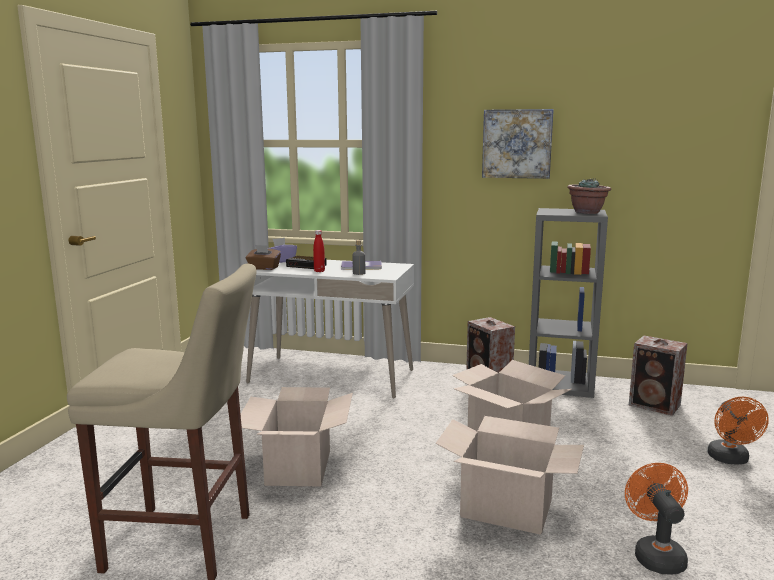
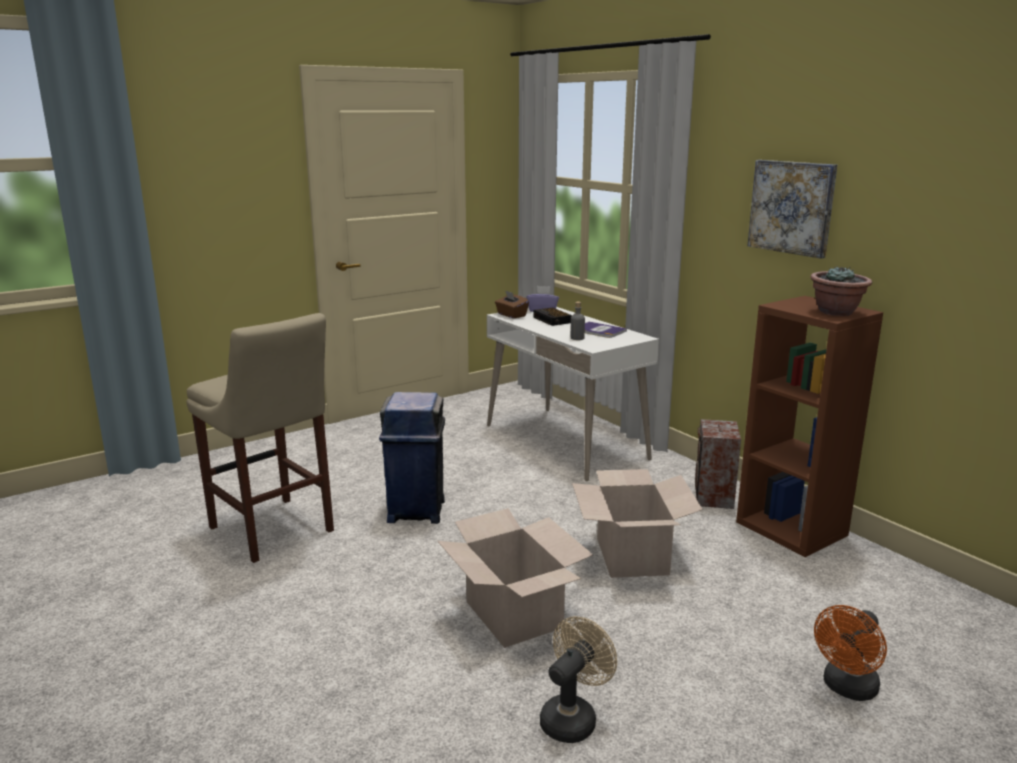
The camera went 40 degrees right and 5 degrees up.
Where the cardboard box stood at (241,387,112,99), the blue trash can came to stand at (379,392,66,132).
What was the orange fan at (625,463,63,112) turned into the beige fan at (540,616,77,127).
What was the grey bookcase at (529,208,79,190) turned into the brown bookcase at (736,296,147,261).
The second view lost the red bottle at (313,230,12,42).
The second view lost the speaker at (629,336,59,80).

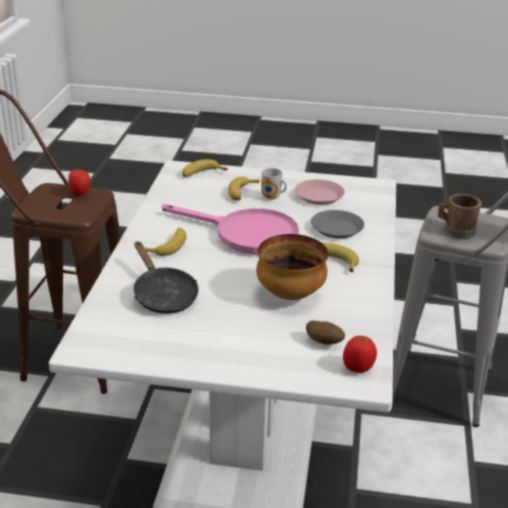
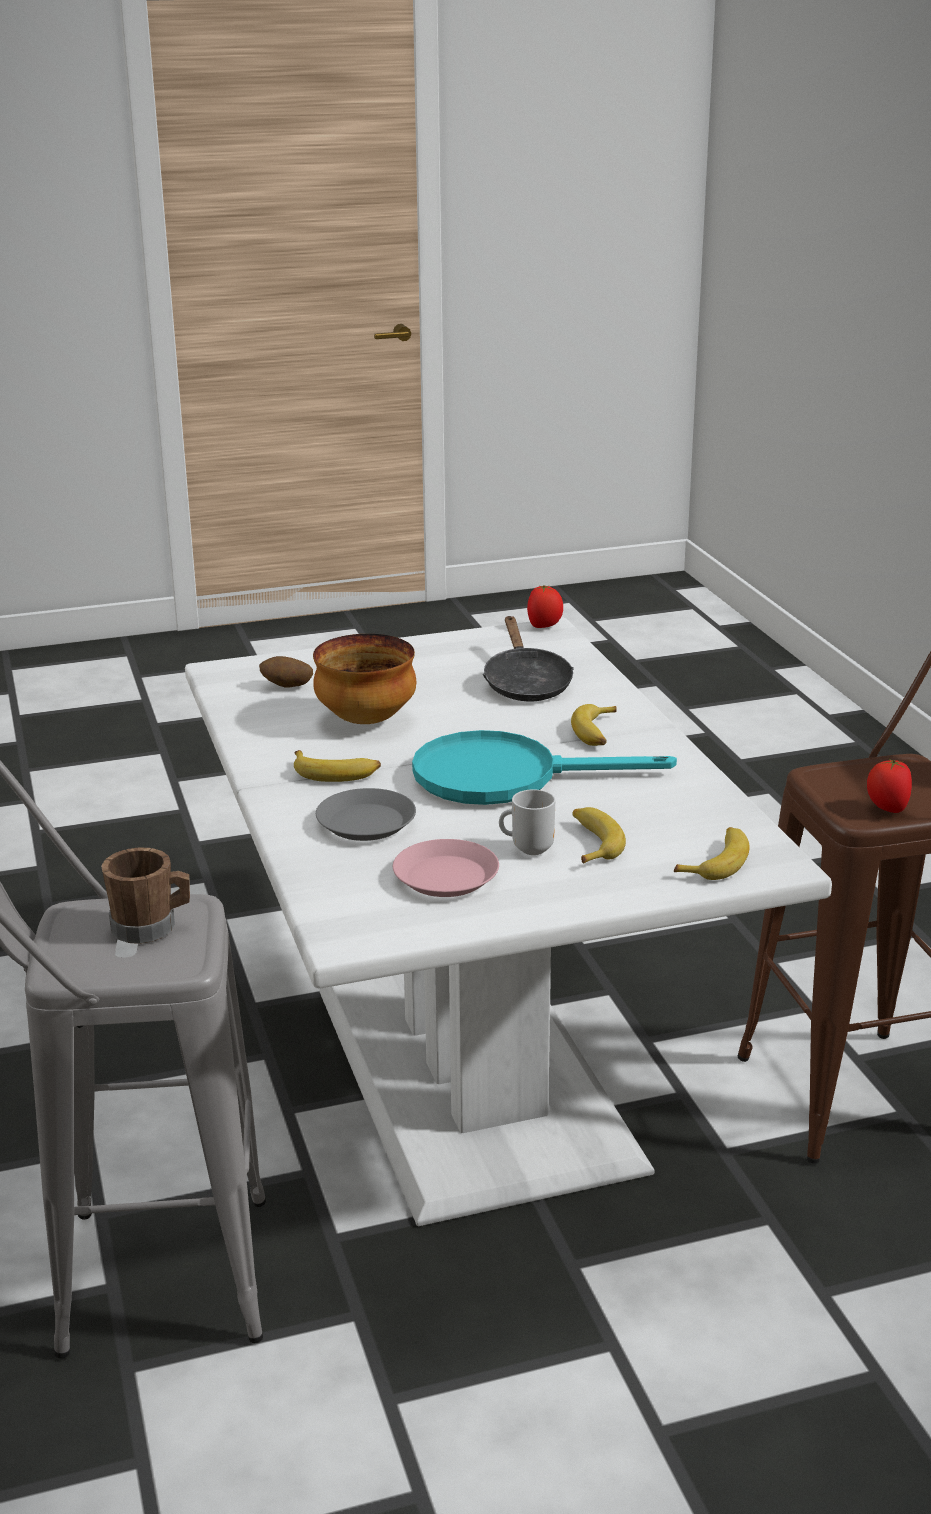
The camera went 155 degrees right and 5 degrees down.
What was the pink frying pan at (162,204,137,50) turned into the turquoise frying pan at (412,730,265,75).
The black frying pan at (133,241,66,73) ended up facing another way, 135 degrees counterclockwise from before.
The tomato ended up elsewhere, having gone from (343,336,34,37) to (527,585,36,43).

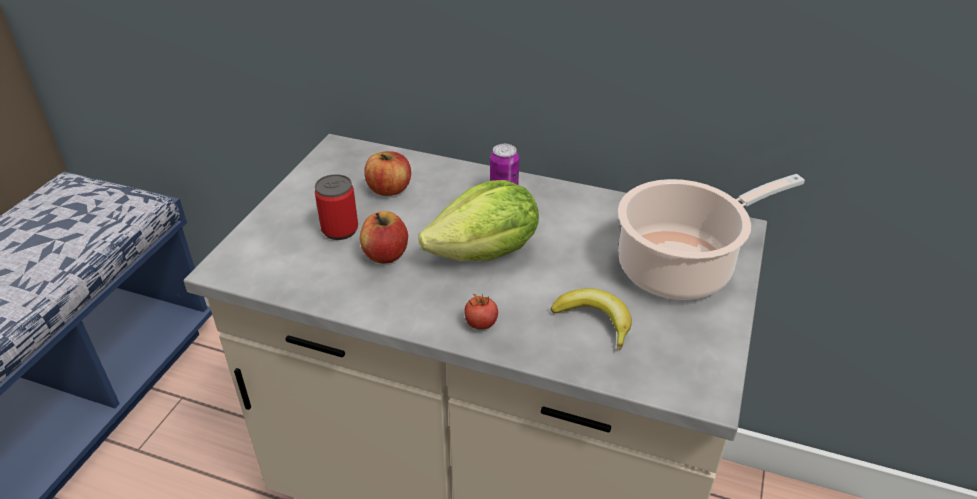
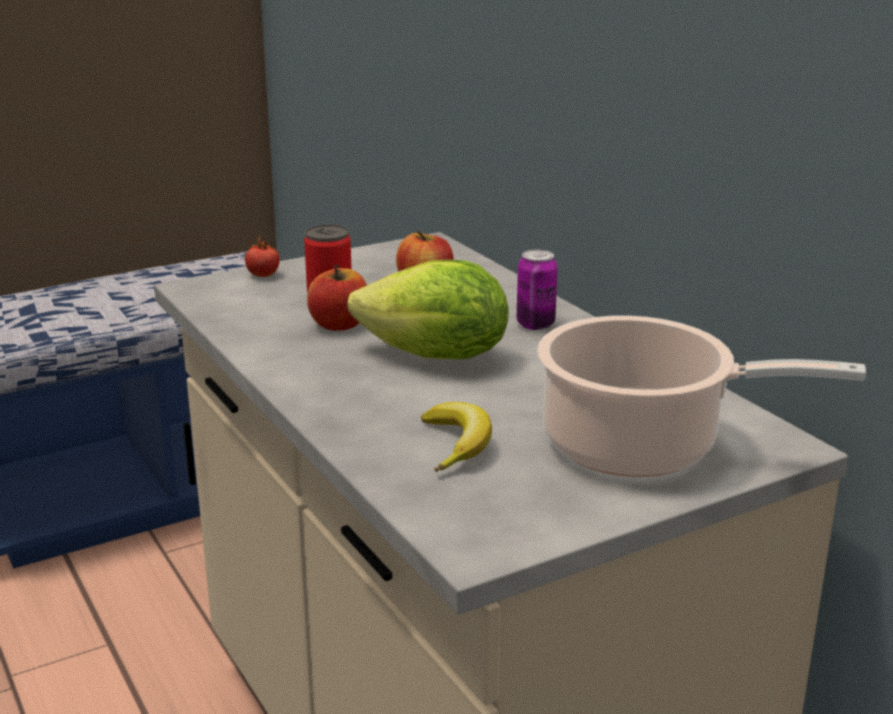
The camera went 40 degrees right and 15 degrees down.
The tomato ended up elsewhere, having gone from (464,294,34,36) to (245,235,35,42).

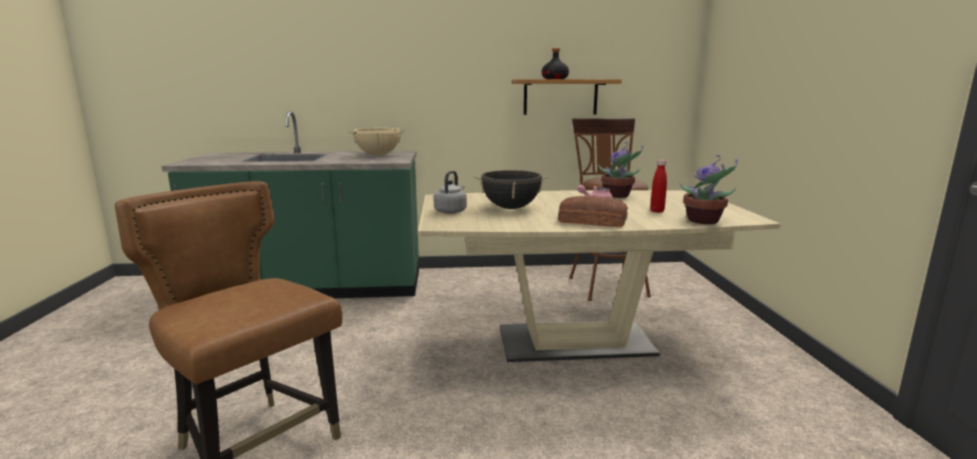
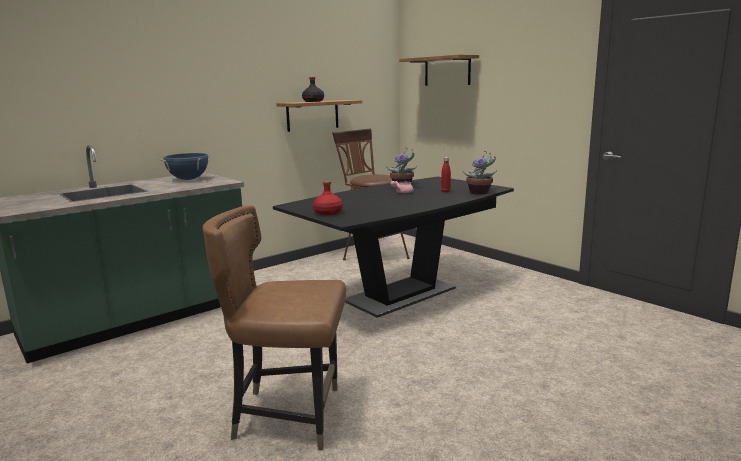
The camera went 35 degrees left and 0 degrees up.
What was the beige cooking pot at (348,128,58,28) turned into the blue cooking pot at (161,153,49,27).
What was the beige dining table at (418,190,362,172) turned into the black dining table at (273,177,241,141).
Where the grey kettle stood at (433,171,34,43), the red bottle came to stand at (313,181,30,34).
The second view gained the shelf at (399,54,80,32).
The second view lost the black cooking pot at (474,170,75,39).
The second view lost the bread at (558,196,70,31).

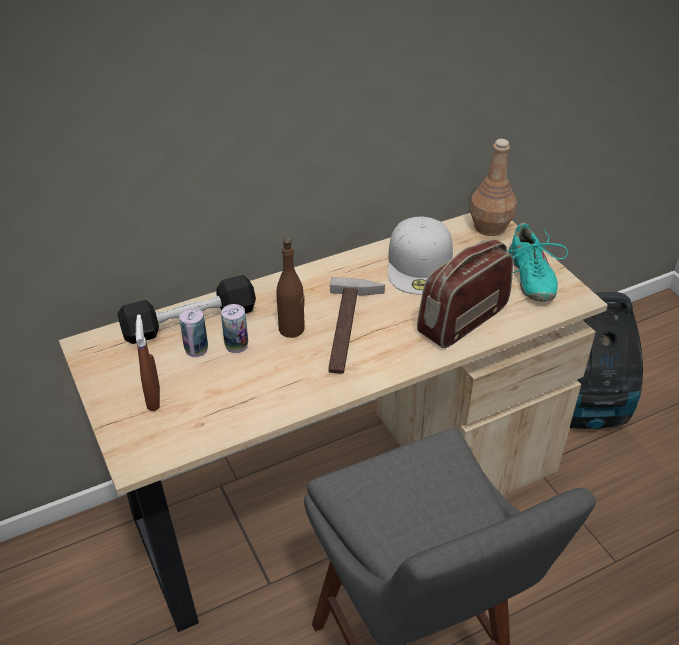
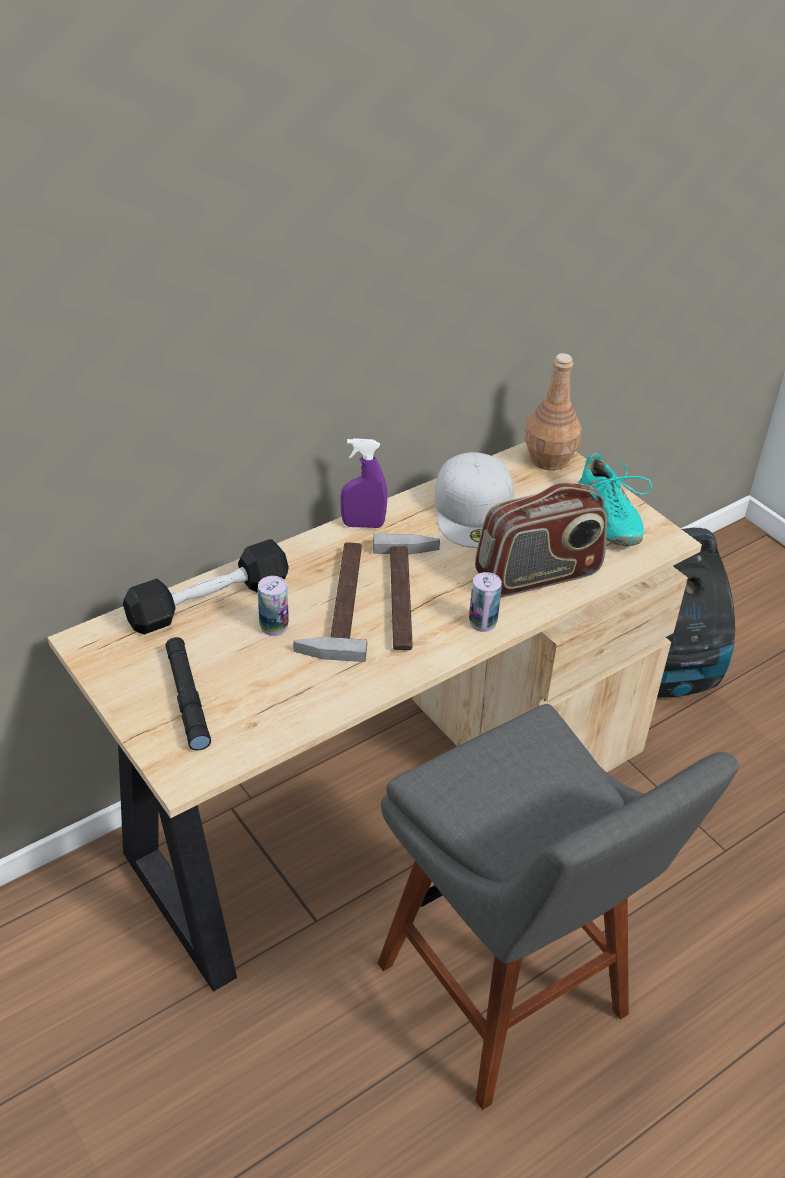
The camera went 10 degrees left and 0 degrees up.
Where the brown spray bottle stood at (136,314,24,97), the black flashlight came to stand at (165,637,46,114).
Where the brown bottle stood at (276,238,29,100), the hammer came to stand at (293,542,74,120).
The second view gained the purple spray bottle at (340,438,47,90).
The can ended up elsewhere, having gone from (179,308,29,49) to (469,572,33,60).
The radio at (417,239,96,109) ended up facing another way, 150 degrees counterclockwise from before.

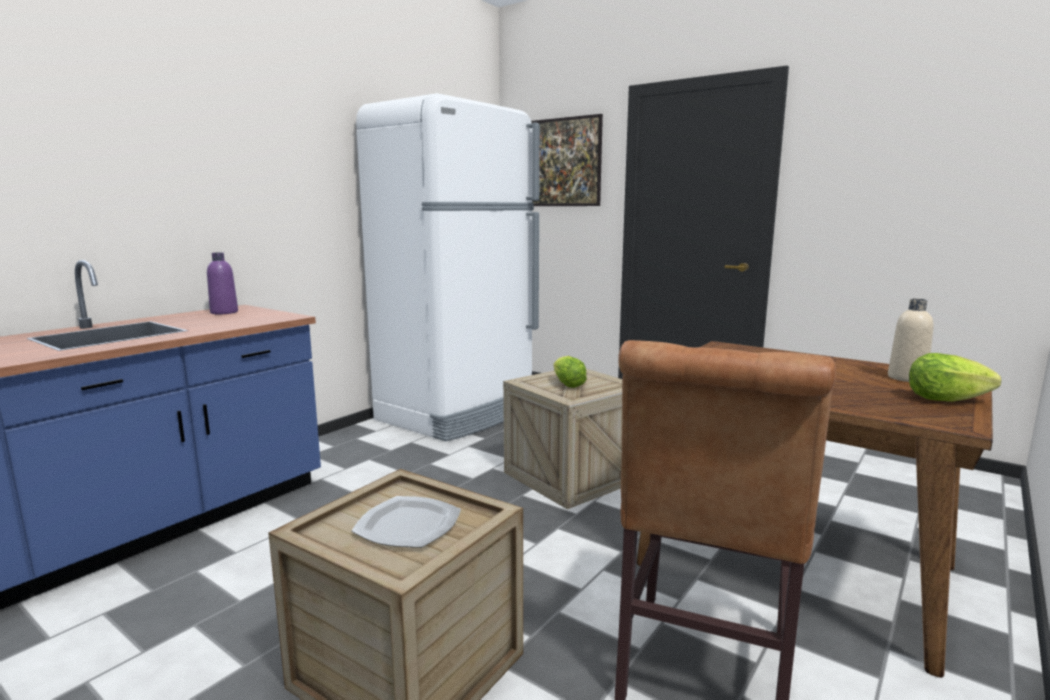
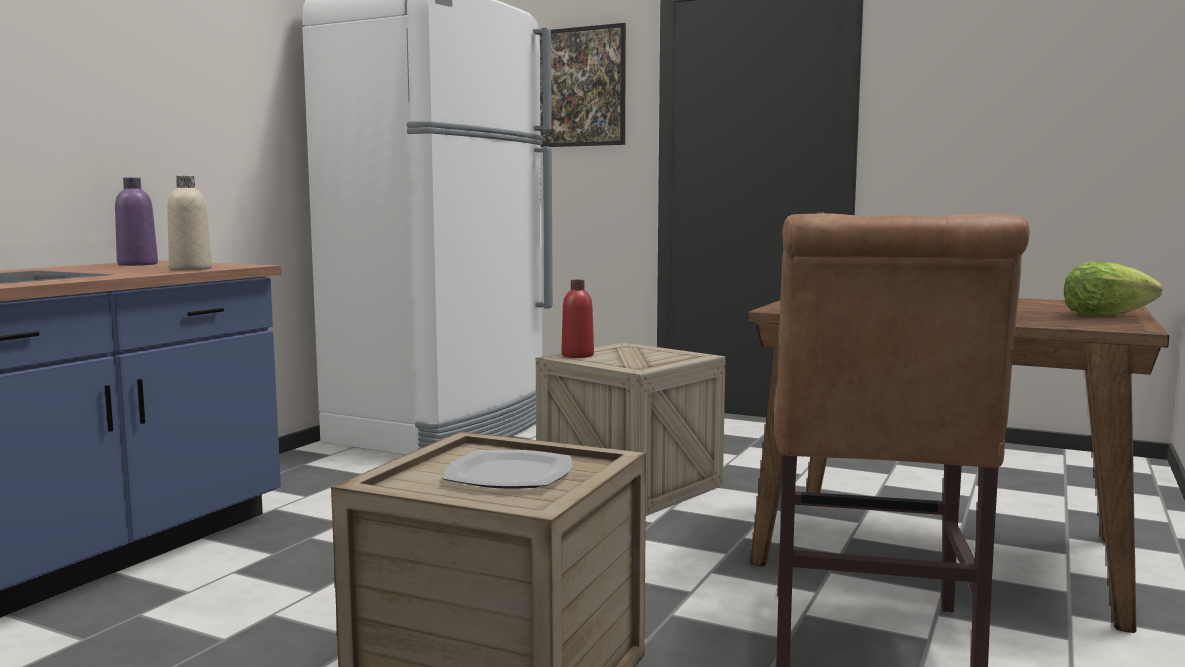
The camera went 10 degrees left and 5 degrees down.
The beige bottle ended up elsewhere, having gone from (888,299,46,83) to (167,176,45,94).
The second view gained the red bottle at (561,280,33,78).
The second view lost the lettuce at (554,356,33,32).

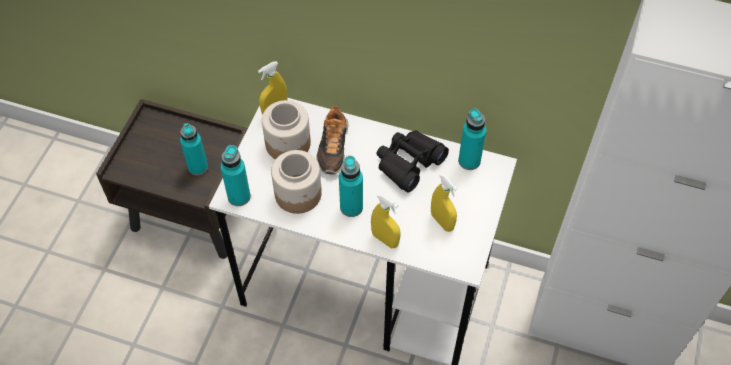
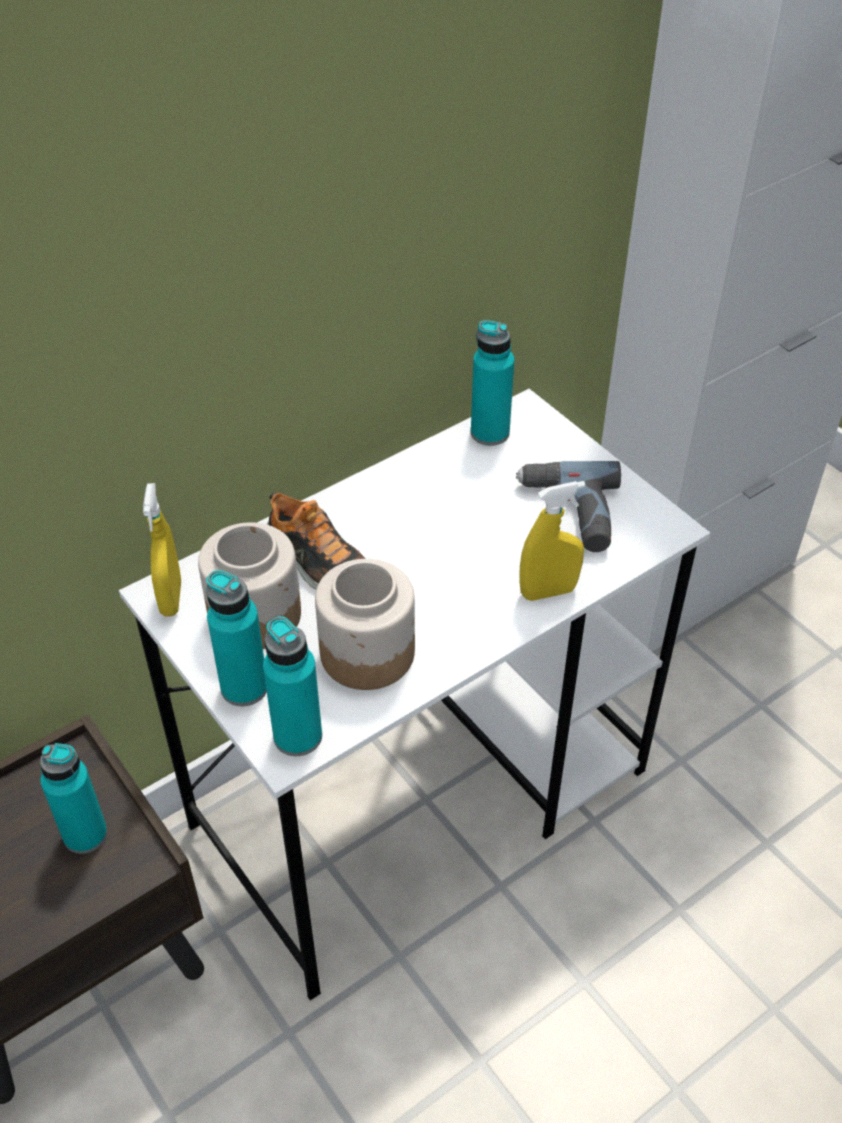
The camera went 55 degrees left and 10 degrees down.
The turquoise bottle ended up elsewhere, having gone from (339,156,24,61) to (206,570,61,136).
Where the yellow spray bottle stood at (431,173,27,59), the power drill came to stand at (516,461,105,91).
The second view lost the black binoculars at (377,130,72,62).

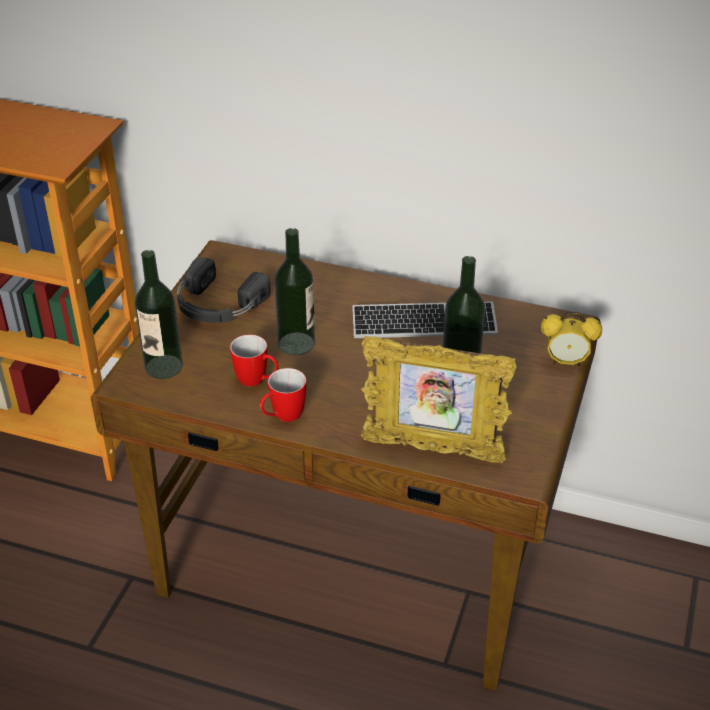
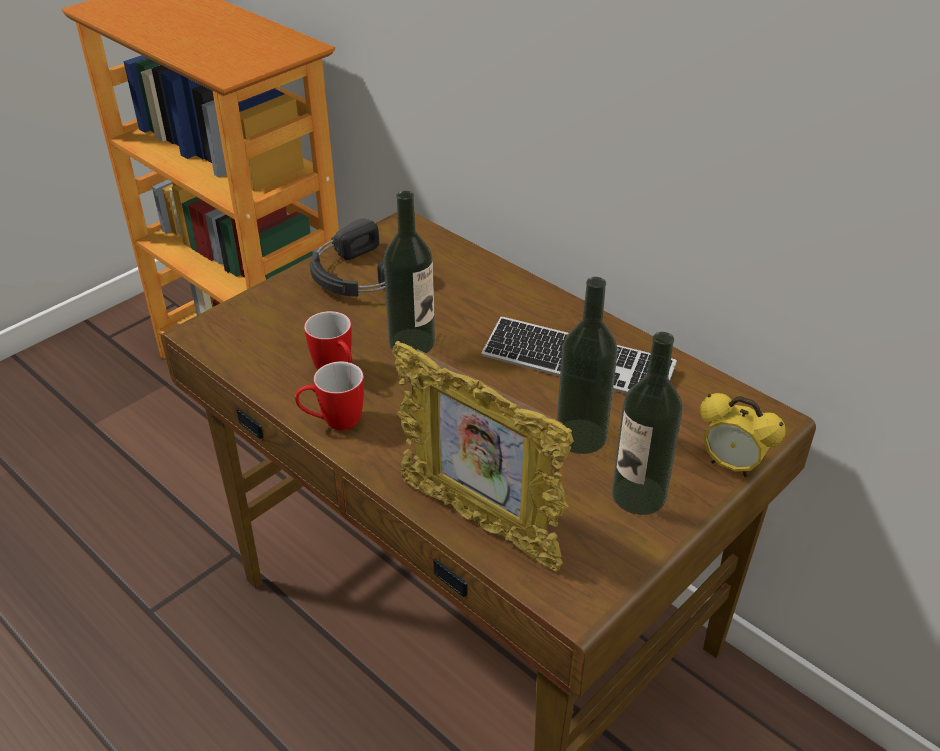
The camera went 25 degrees right and 0 degrees up.
The bottle ended up elsewhere, having gone from (135,250,48,129) to (612,332,71,183).

